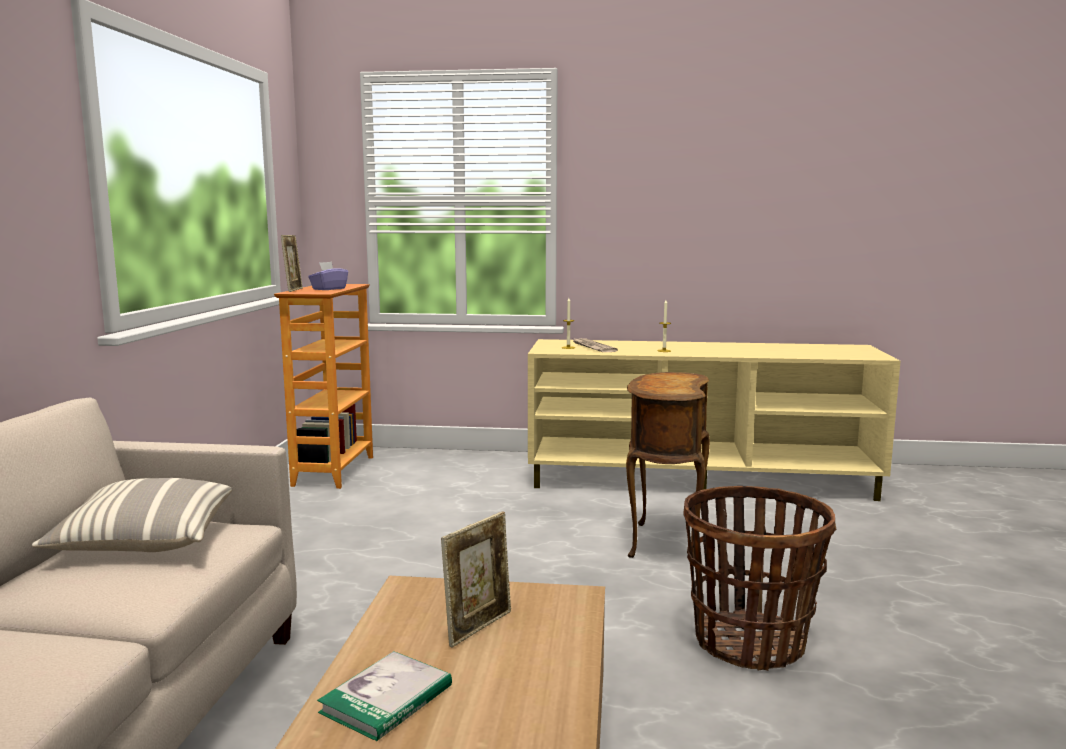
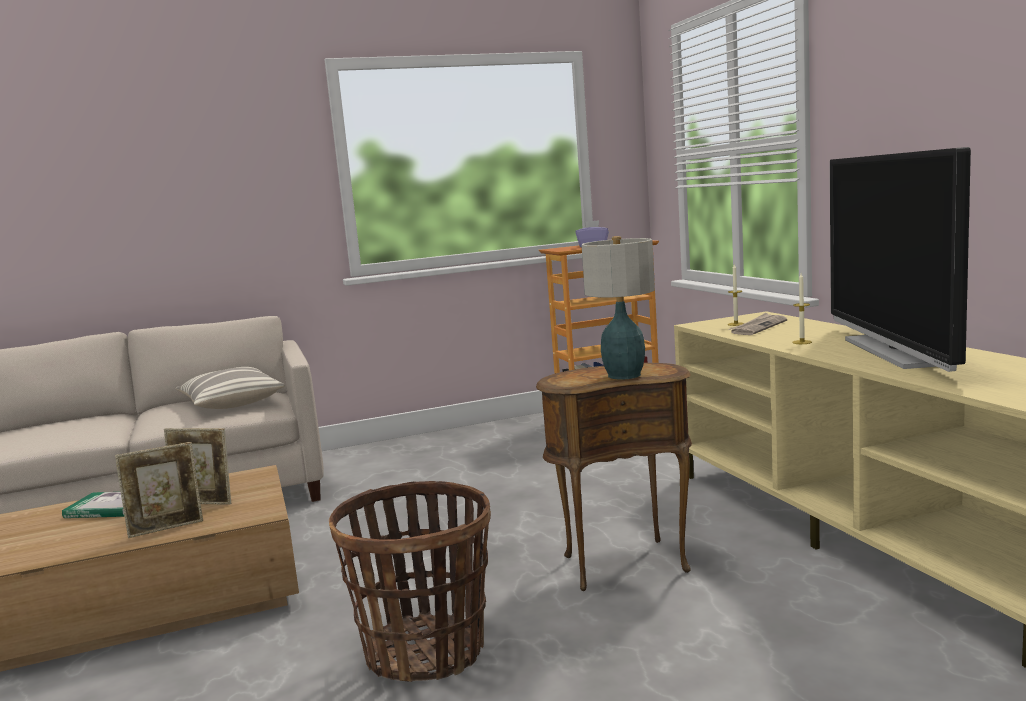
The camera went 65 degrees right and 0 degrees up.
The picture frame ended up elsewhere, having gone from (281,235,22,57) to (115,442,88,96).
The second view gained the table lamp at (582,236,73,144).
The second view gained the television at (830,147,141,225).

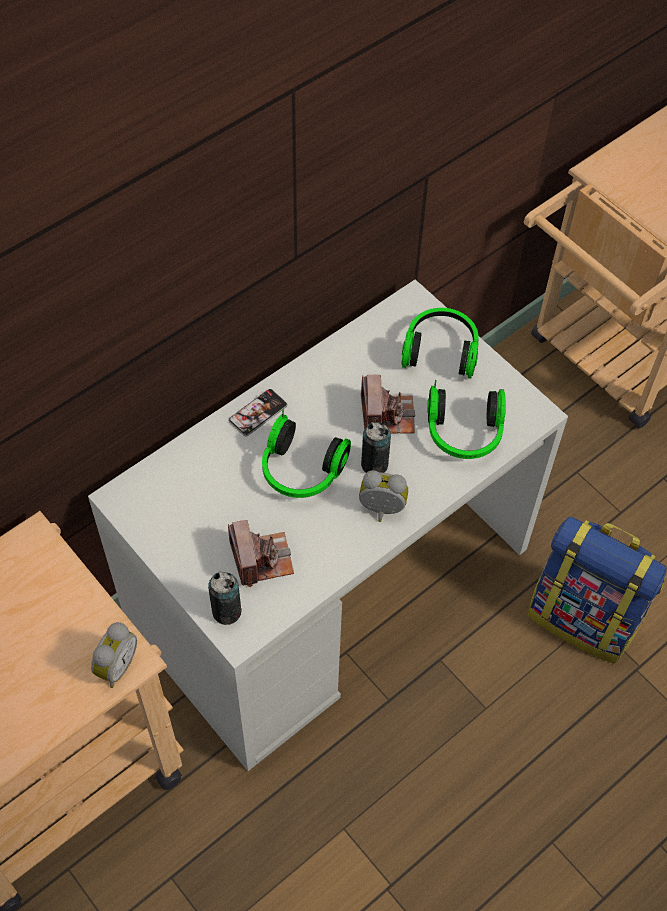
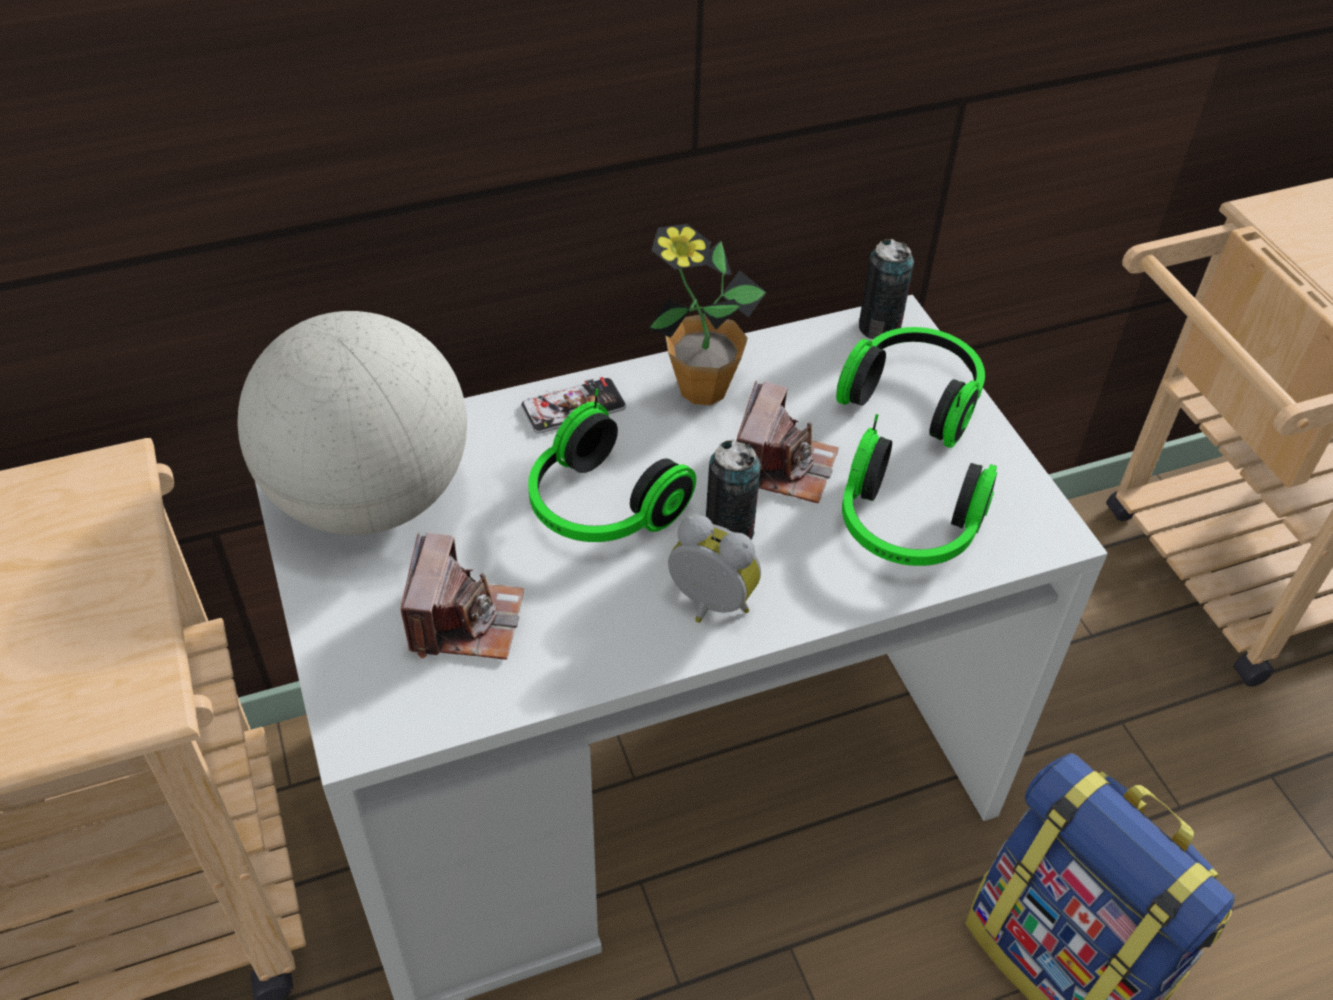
The camera went 20 degrees right and 10 degrees down.
The second view gained the globe at (237,311,230,224).
The second view gained the potted plant at (649,224,118,181).
The can ended up elsewhere, having gone from (208,572,34,53) to (859,239,55,100).
The second view lost the alarm clock at (91,622,46,66).

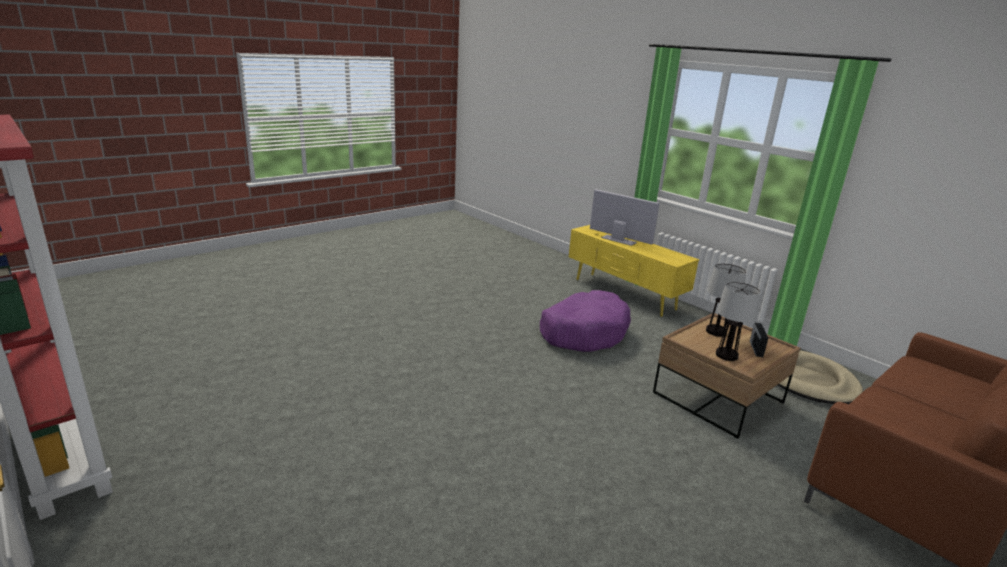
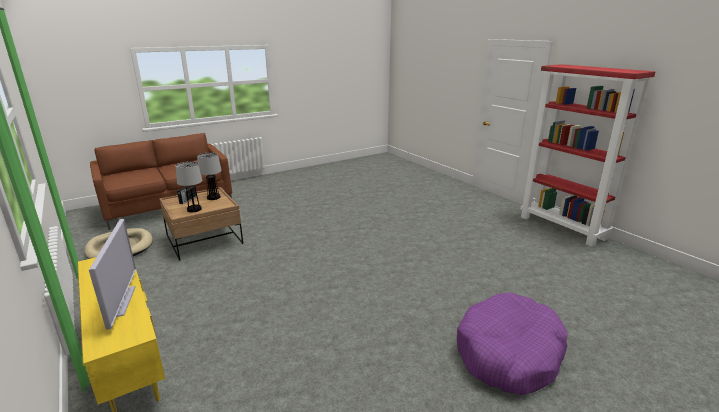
The camera went 170 degrees left and 0 degrees up.
The television at (590,189,70,57) ended up facing another way, 150 degrees counterclockwise from before.
The purple dog bed ended up elsewhere, having gone from (540,290,91,62) to (457,292,111,103).

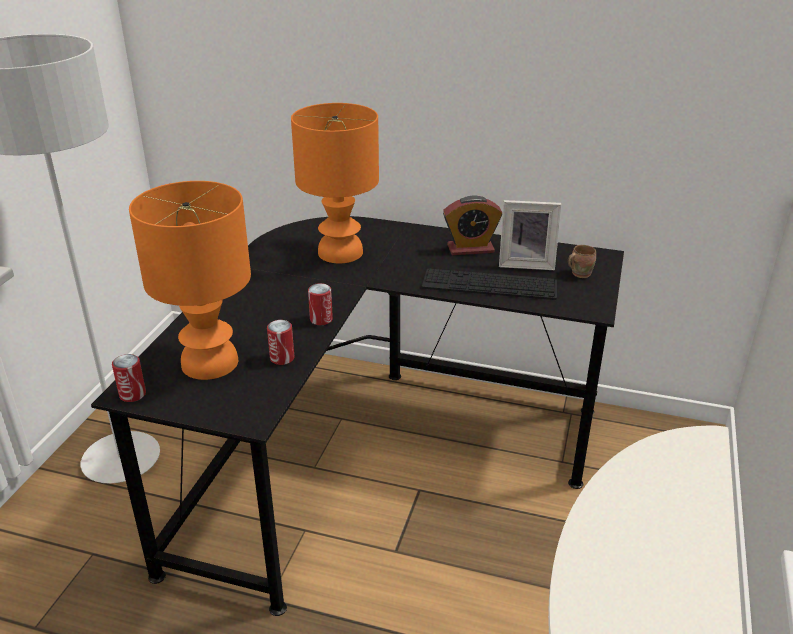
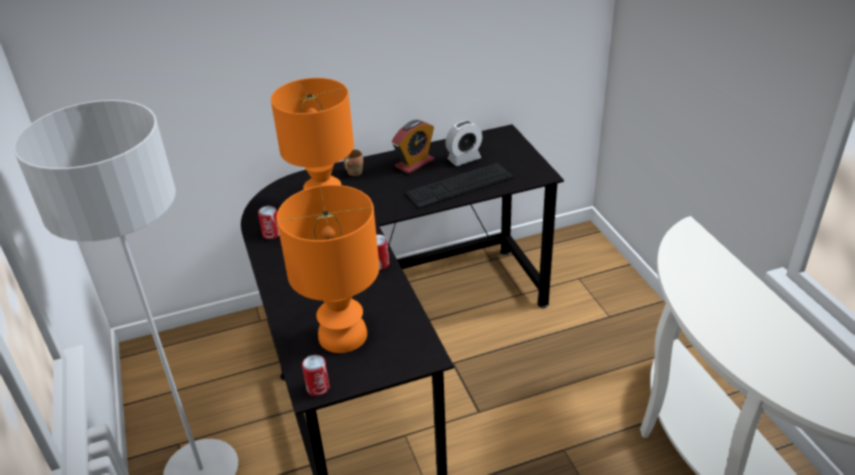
The camera went 35 degrees left and 5 degrees up.
The can ended up elsewhere, having gone from (267,320,27,45) to (258,206,22,33).
The brown mug ended up elsewhere, having gone from (568,245,28,33) to (344,149,19,27).
Where the picture frame stood at (499,200,63,70), the alarm clock came to stand at (445,121,38,45).

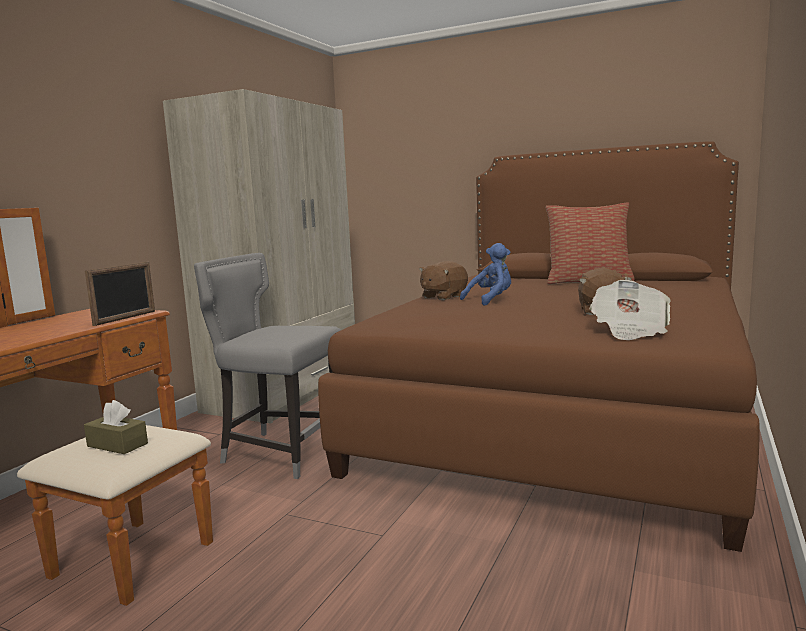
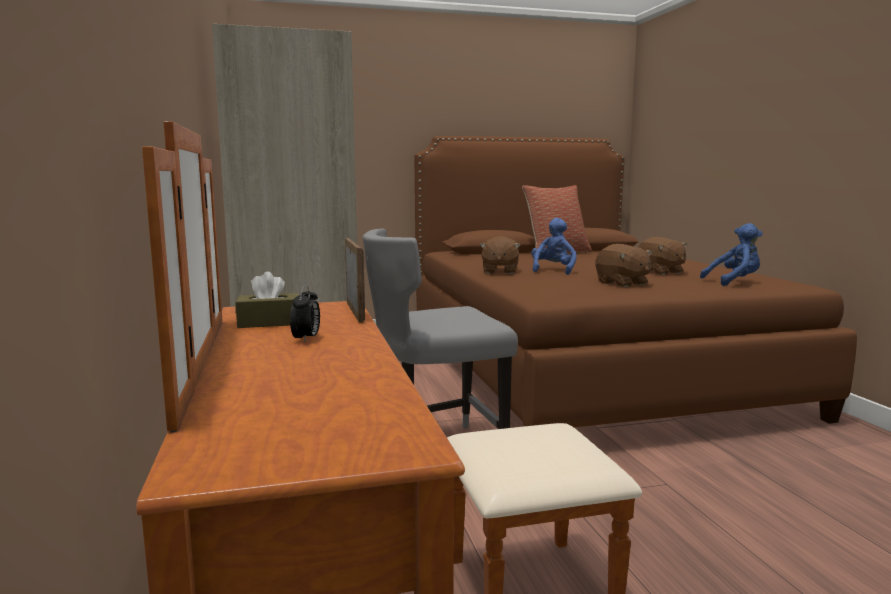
The camera went 40 degrees left and 0 degrees up.
The brown tissue box ended up elsewhere, having gone from (84,400,64,54) to (235,272,64,56).
The second view gained the alarm clock at (290,285,30,58).
The second view gained the brown plush toy at (595,244,57,43).
Where the newspaper stood at (589,280,82,60), the blue plush toy came to stand at (700,223,63,63).

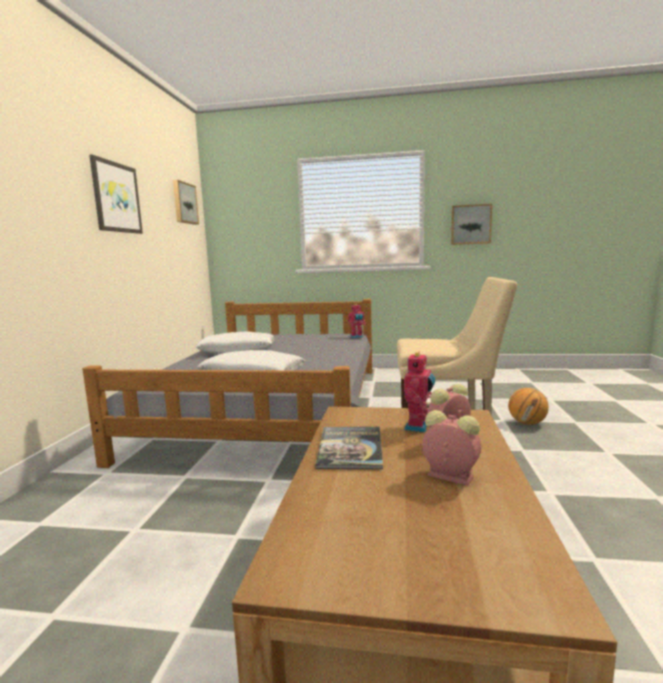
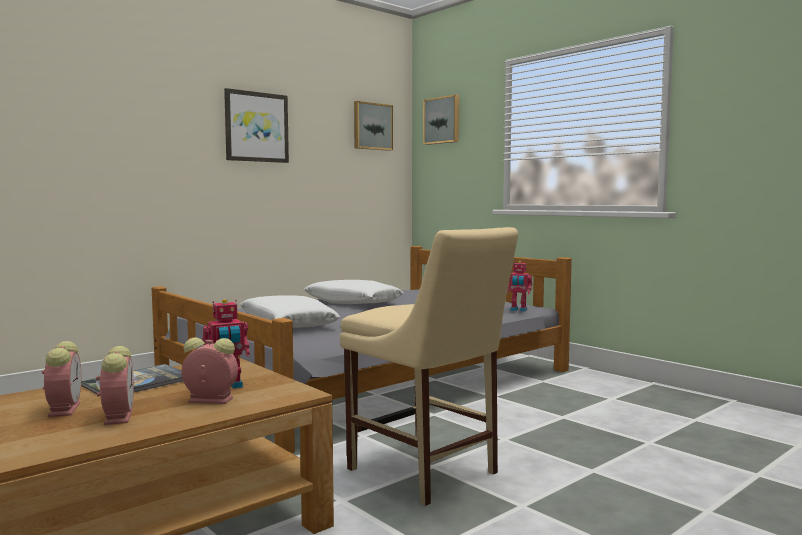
The camera went 40 degrees right and 5 degrees down.
The second view gained the alarm clock at (42,341,39,76).
The picture ended up elsewhere, having gone from (451,204,41,41) to (423,94,36,51).
The second view lost the basketball at (508,388,41,37).

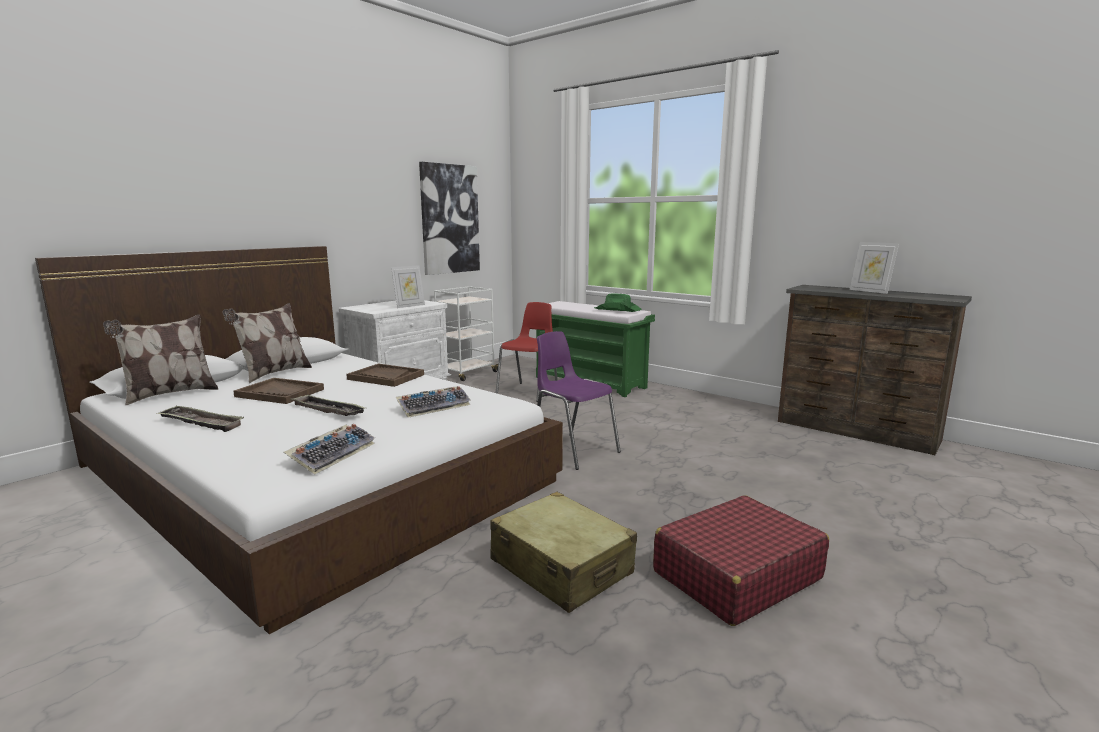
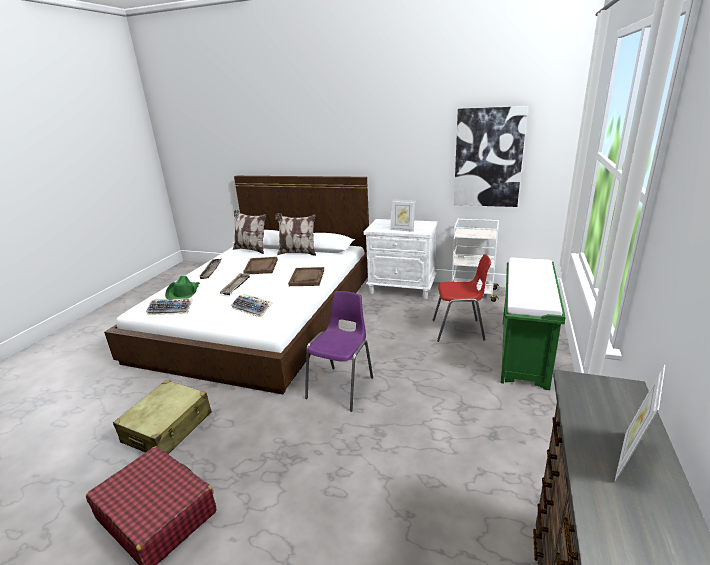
The camera went 70 degrees right and 10 degrees up.
The green hat ended up elsewhere, having gone from (594,293,47,19) to (165,276,35,23).

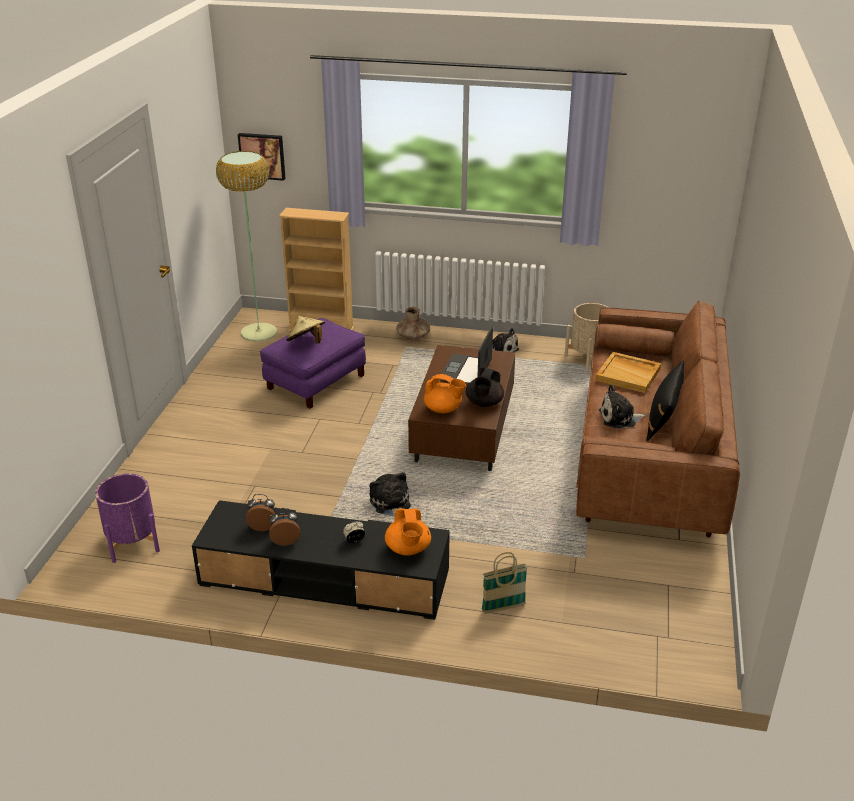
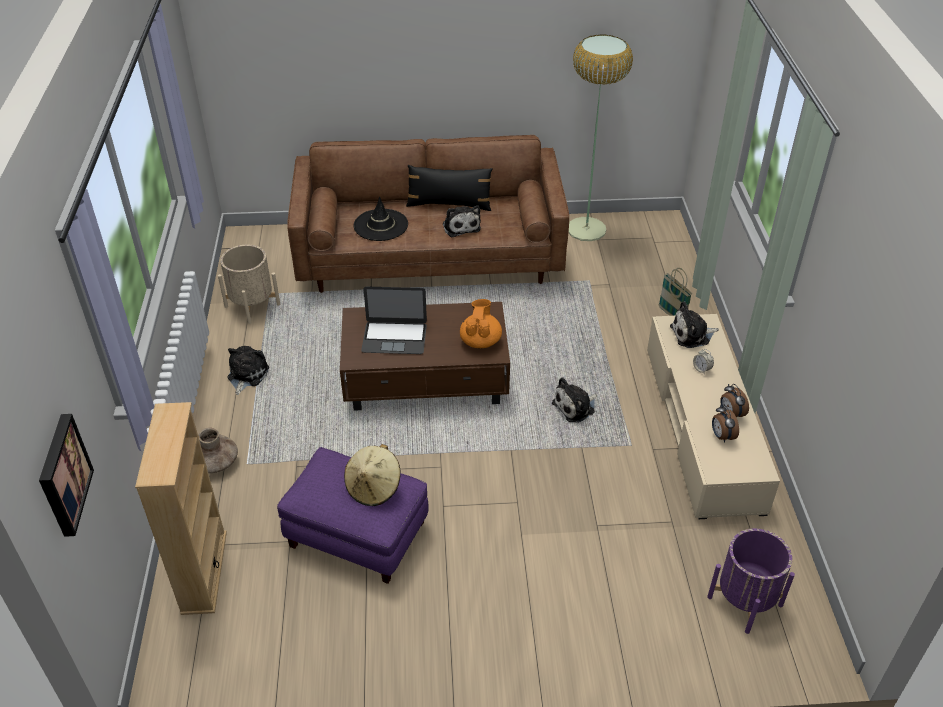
The camera went 105 degrees left and 10 degrees up.
Where the beige tray stood at (595,352,66,41), the black hat came to stand at (354,196,54,45).
The floor lamp ended up elsewhere, having gone from (216,151,61,191) to (568,34,65,207).
What was the black tv stand at (192,500,258,120) turned into the beige tv stand at (647,314,133,205).
Where the orange teapot stood at (385,508,46,48), the plush toy came to stand at (670,301,49,47).
The second view lost the black teapot at (466,368,38,39).

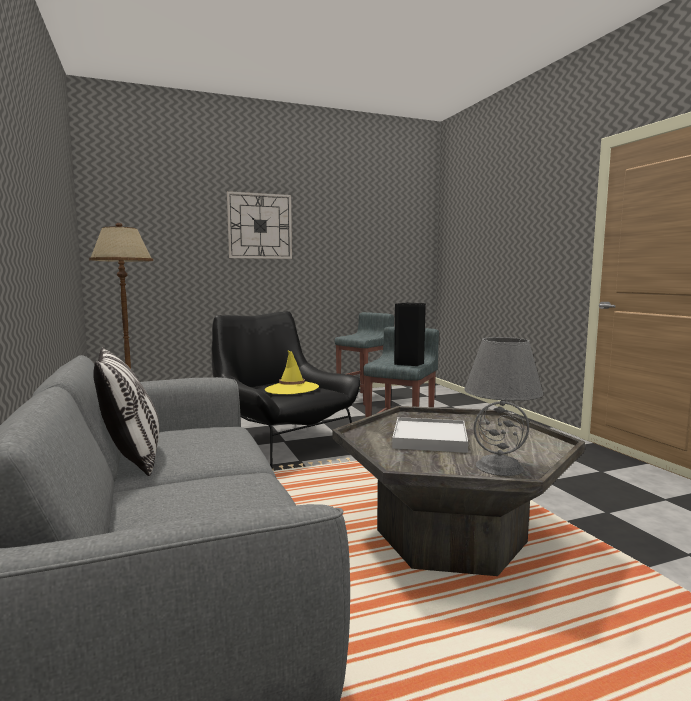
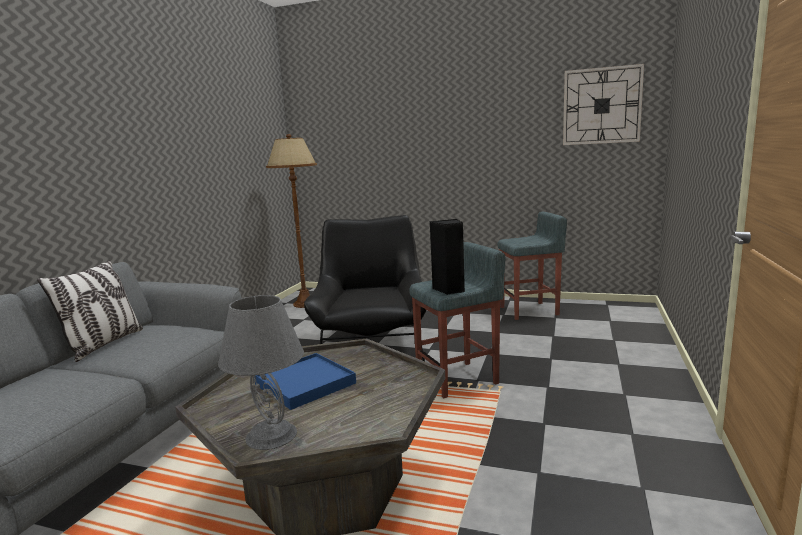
The camera went 40 degrees right and 5 degrees up.
What was the white tray at (392,417,76,36) turned into the blue tray at (254,353,102,57).
The wall clock ended up elsewhere, having gone from (227,191,65,68) to (563,64,81,81).
The second view lost the yellow hat at (265,350,54,44).

